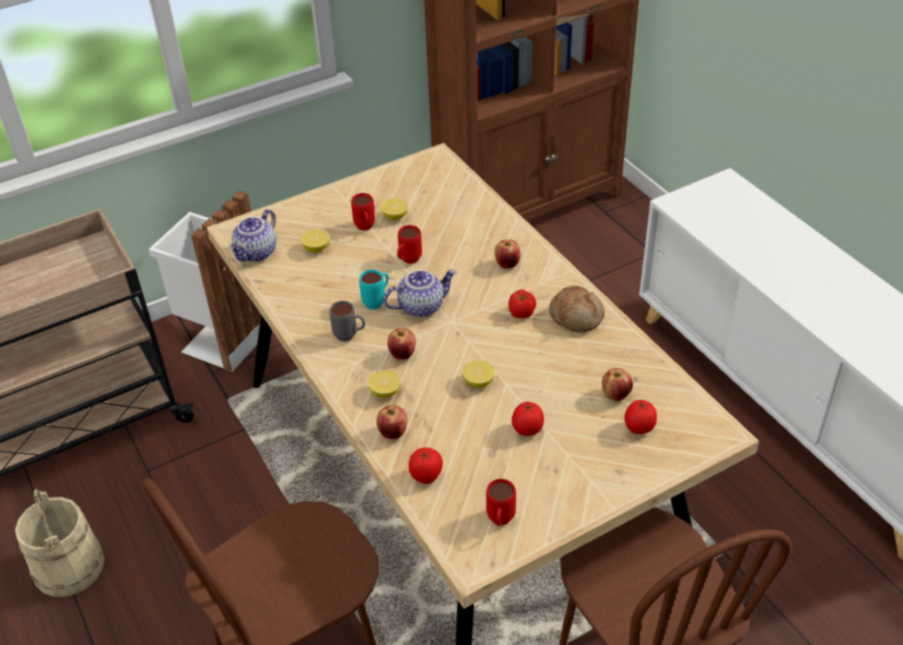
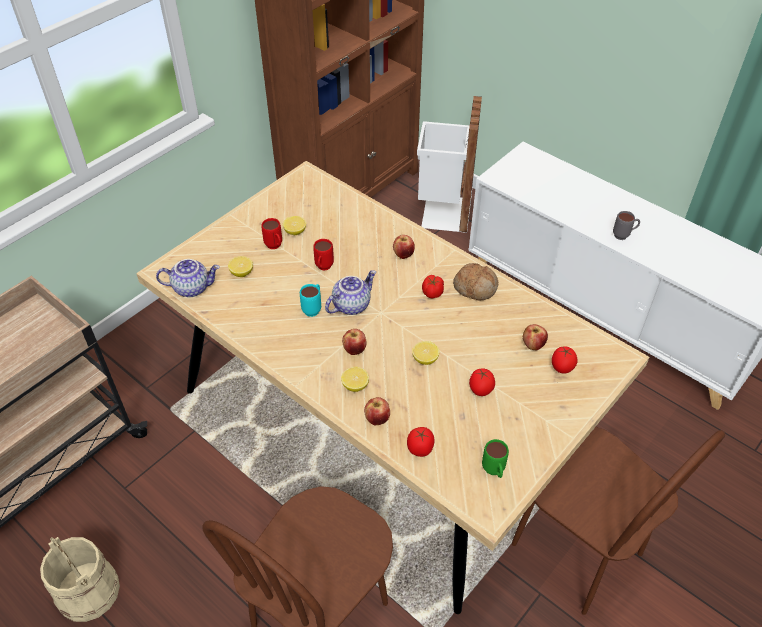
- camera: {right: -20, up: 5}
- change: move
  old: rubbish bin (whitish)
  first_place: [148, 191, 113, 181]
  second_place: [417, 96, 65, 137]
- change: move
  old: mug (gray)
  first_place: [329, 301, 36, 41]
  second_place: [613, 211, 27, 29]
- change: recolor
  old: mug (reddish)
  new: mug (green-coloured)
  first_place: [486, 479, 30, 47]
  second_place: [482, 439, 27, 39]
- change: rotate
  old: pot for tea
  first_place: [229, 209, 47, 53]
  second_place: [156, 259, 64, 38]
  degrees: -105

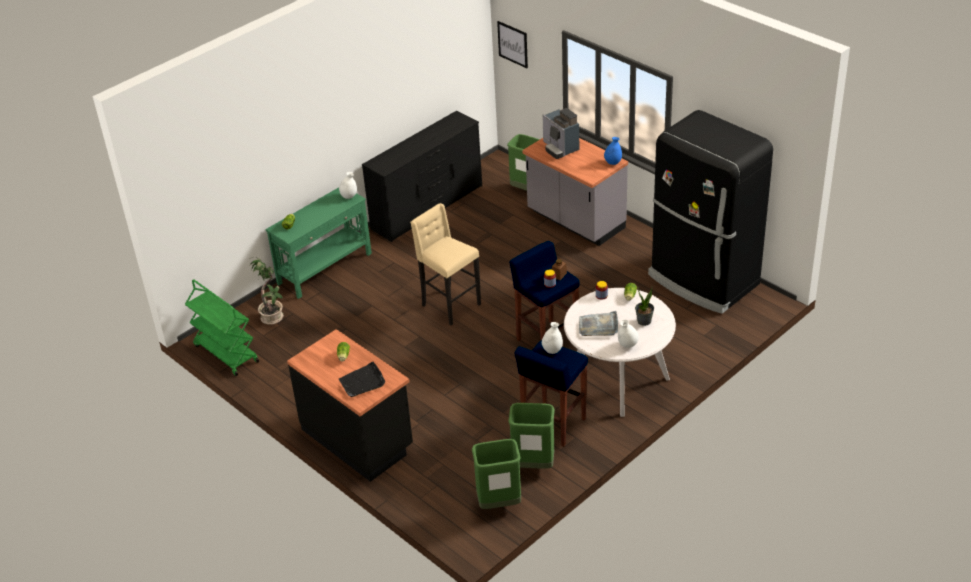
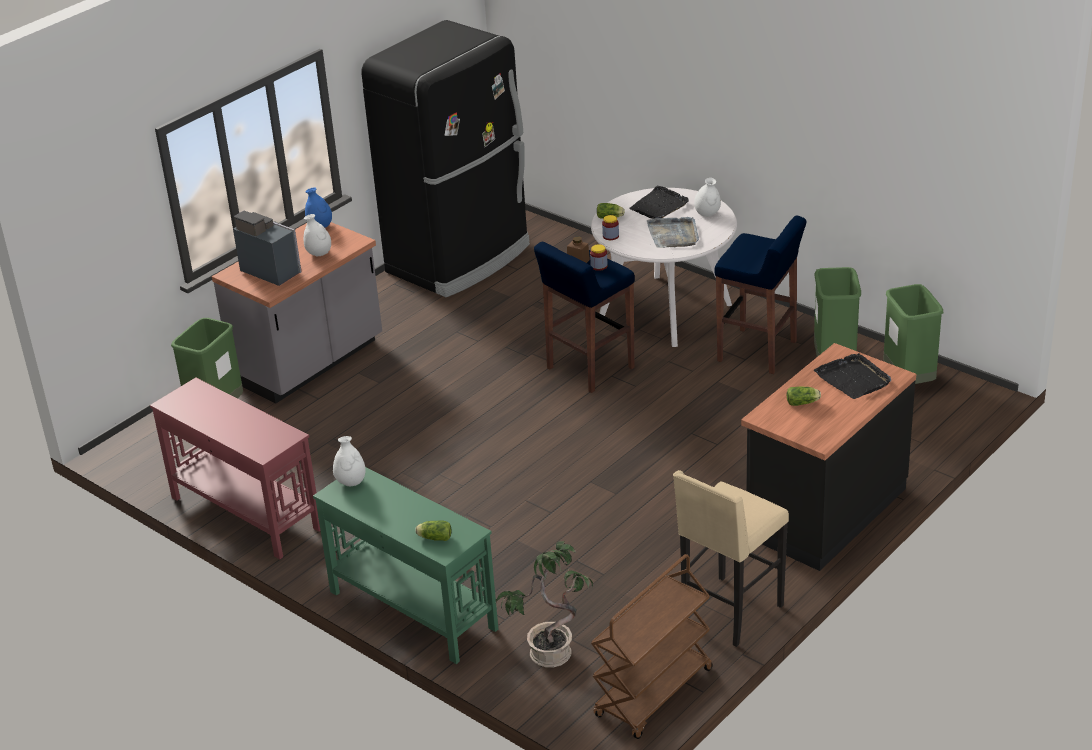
- camera: {right: -95, up: -5}
- change: delete
  old: picture
  first_place: [497, 21, 31, 47]
- change: move
  old: sitting stool (beige)
  first_place: [410, 203, 71, 122]
  second_place: [673, 470, 116, 177]
- change: move
  old: decorative vase (whitish)
  first_place: [542, 322, 21, 32]
  second_place: [304, 214, 27, 42]
- change: replace
  old: drawer chest (black-coloured)
  new: hall table (reddish)
  first_place: [362, 111, 120, 131]
  second_place: [150, 378, 170, 181]
- change: replace
  old: houseplant
  new: tray (black-coloured)
  first_place: [635, 286, 19, 40]
  second_place: [629, 186, 60, 33]
- change: recolor
  old: wheeled cart (green-coloured)
  new: wheeled cart (brown)
  first_place: [185, 279, 74, 97]
  second_place: [591, 554, 122, 185]
- change: rotate
  old: coffee maker
  first_place: [543, 108, 36, 51]
  second_place: [233, 211, 69, 75]
  degrees: -105

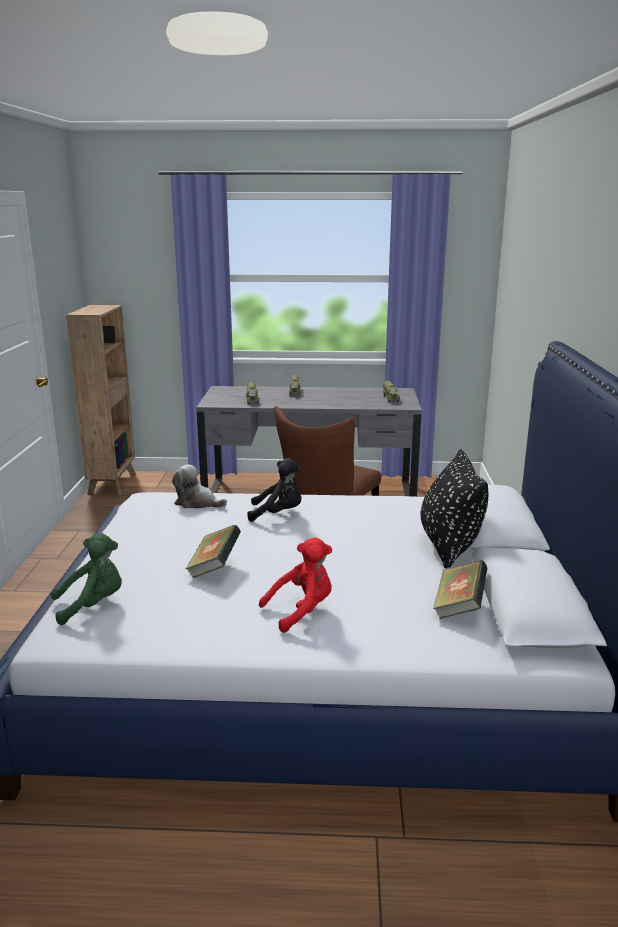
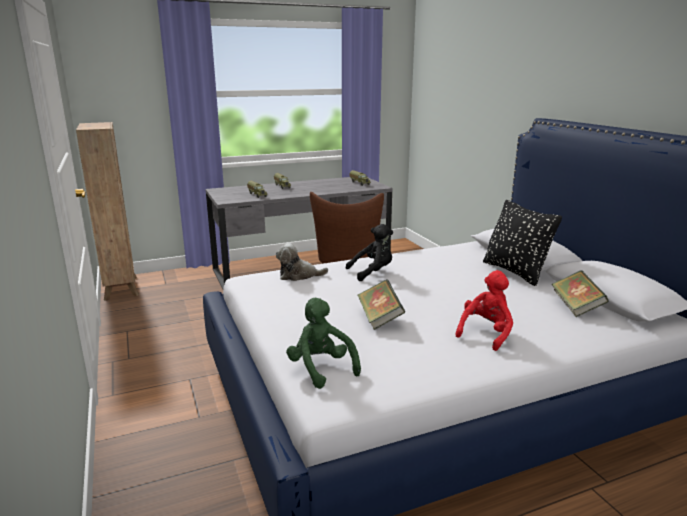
- camera: {right: -25, up: 0}
- change: rotate
  old: plush toy (green-coloured)
  first_place: [51, 533, 71, 92]
  second_place: [286, 298, 75, 91]
  degrees: -75

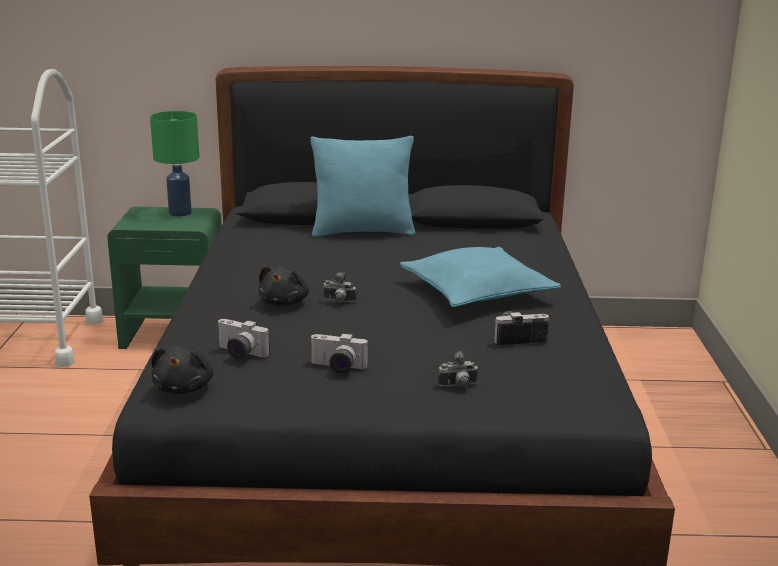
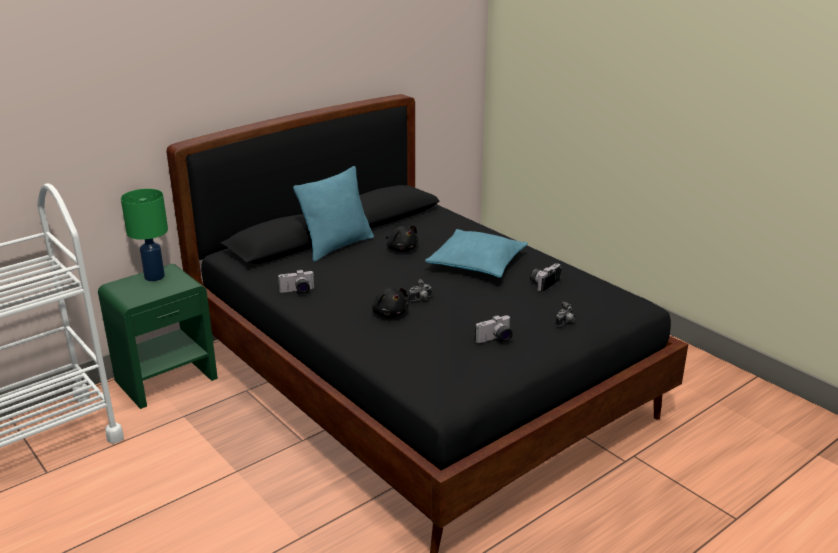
- camera: {right: -40, up: 5}
- change: move
  old: plush toy (black-coloured)
  first_place: [151, 345, 63, 49]
  second_place: [386, 225, 32, 27]
- change: move
  old: photo camera
  first_place: [218, 319, 52, 40]
  second_place: [278, 269, 36, 25]

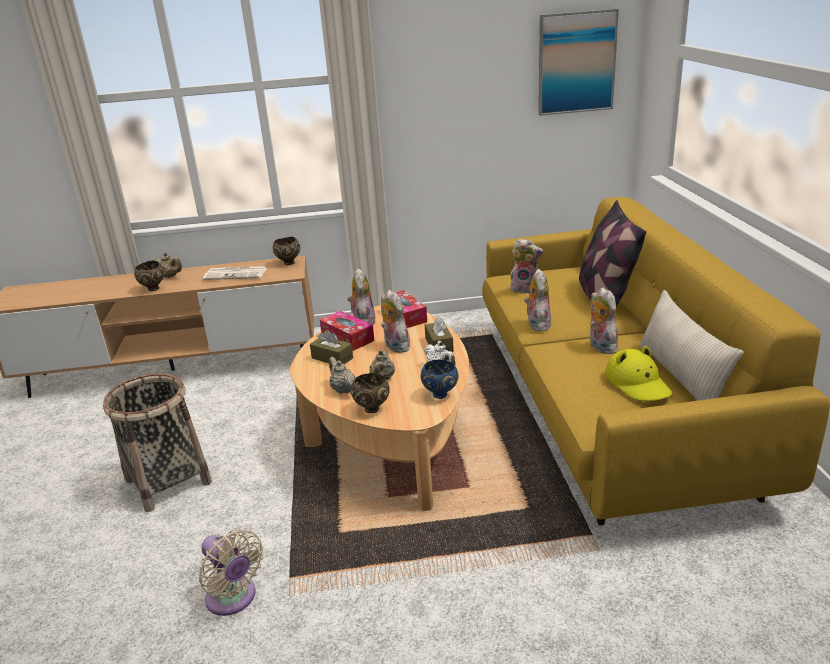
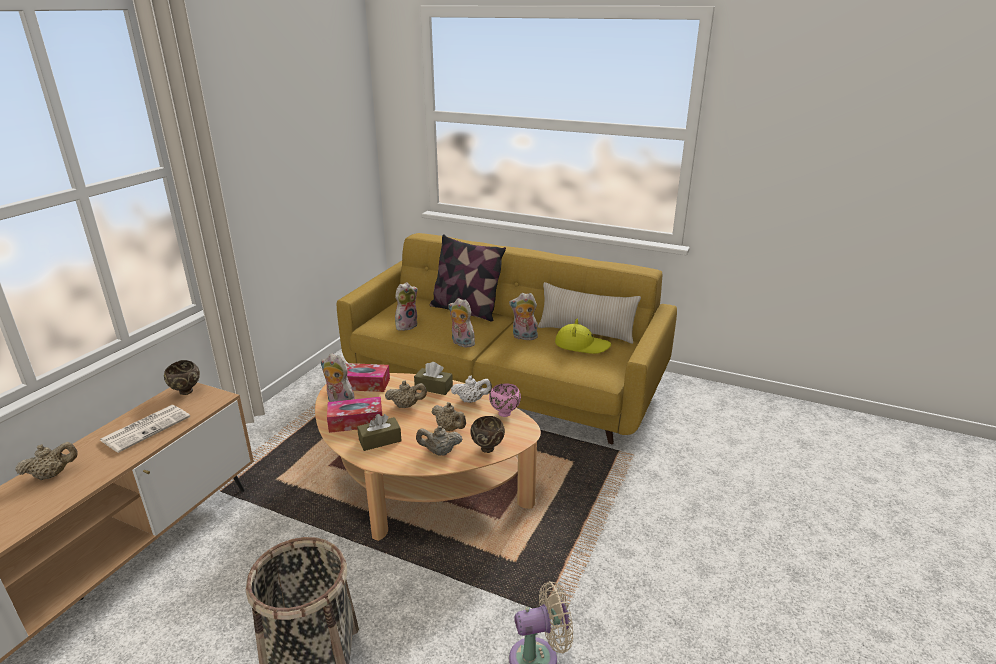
- camera: {right: -60, up: 0}
- change: delete
  old: deep dish (brown)
  first_place: [134, 261, 30, 30]
- change: delete
  old: picture
  first_place: [538, 9, 81, 107]
- change: replace
  old: plush toy
  new: pot for tea (beige)
  first_place: [381, 290, 29, 63]
  second_place: [385, 381, 42, 27]
- change: recolor
  old: deep dish (bluish)
  new: deep dish (pink-coloured)
  first_place: [420, 360, 39, 39]
  second_place: [489, 383, 32, 34]

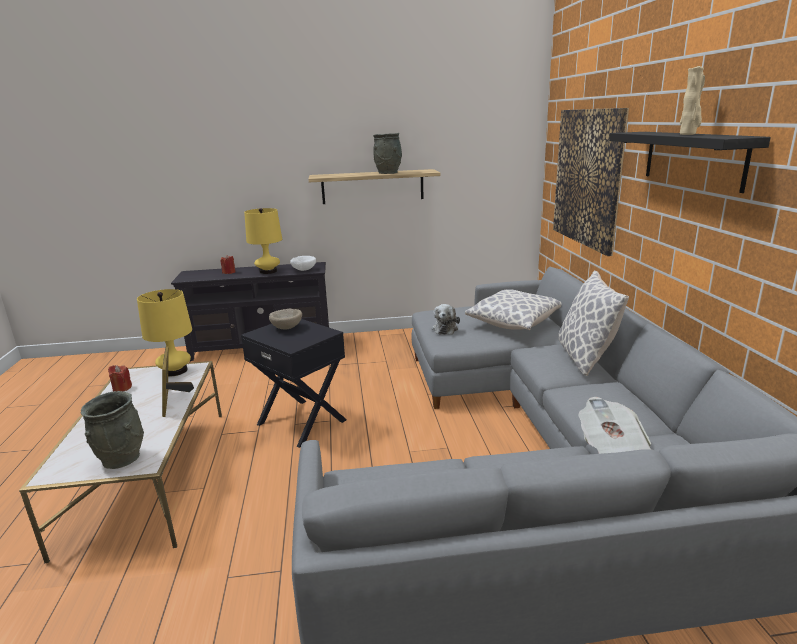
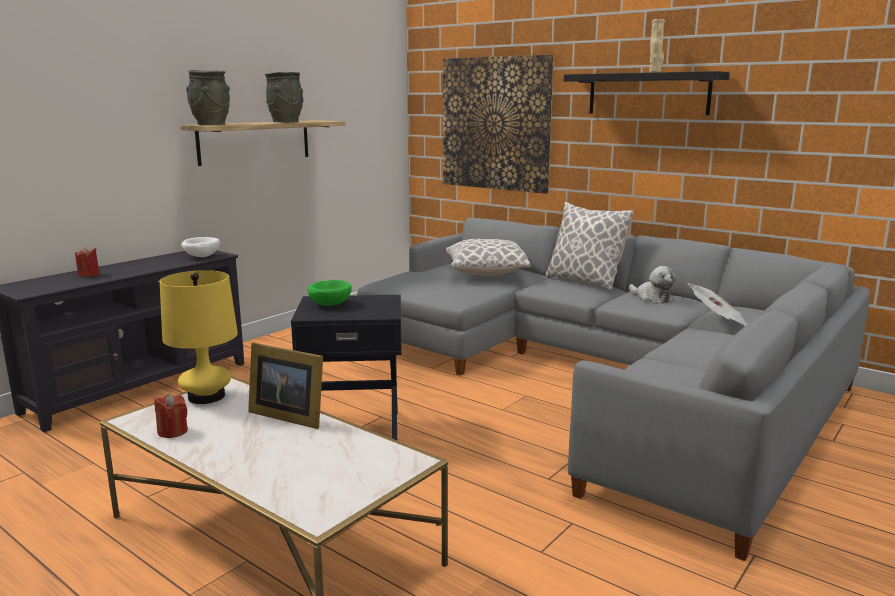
- camera: {right: -45, up: -5}
- change: delete
  old: table lamp (yellow)
  first_place: [244, 208, 38, 66]
- change: move
  old: decorative vase (gray)
  first_place: [81, 391, 63, 78]
  second_place: [186, 70, 44, 55]
- change: move
  old: plush toy
  first_place: [432, 304, 28, 31]
  second_place: [629, 266, 47, 37]
- change: recolor
  old: deep dish (beige)
  new: deep dish (green-coloured)
  first_place: [269, 309, 33, 20]
  second_place: [307, 280, 45, 26]

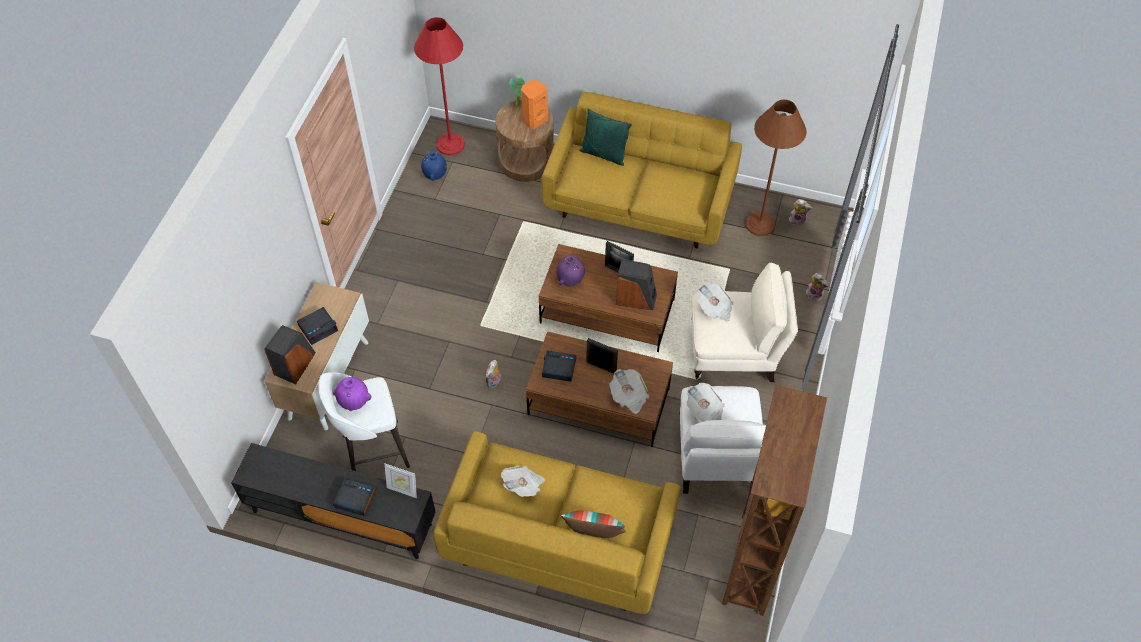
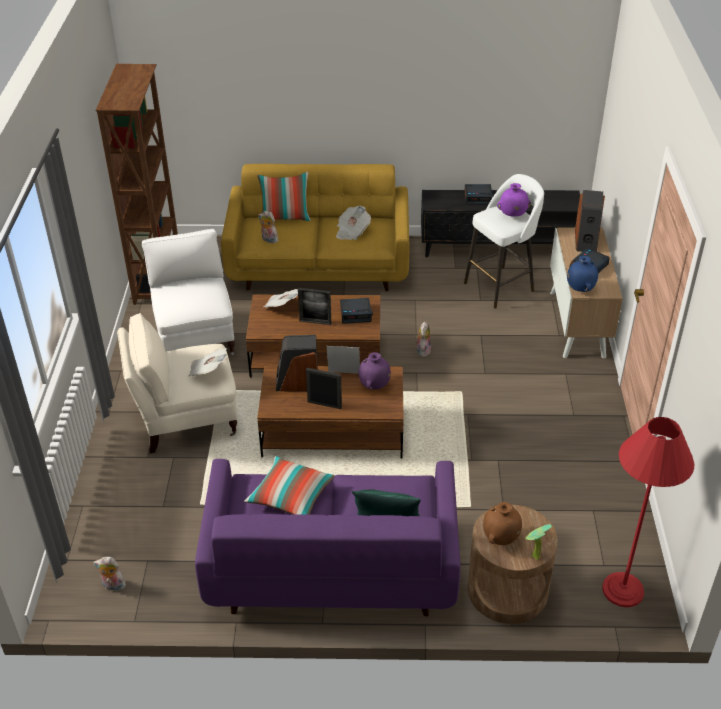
- camera: {right: 165, up: -15}
- change: delete
  old: newspaper
  first_place: [687, 383, 38, 39]
- change: delete
  old: standing lamp (brown)
  first_place: [746, 100, 61, 136]
- change: insert
  new: pillow
  second_place: [244, 456, 91, 59]
- change: move
  old: photo frame
  first_place: [384, 463, 33, 35]
  second_place: [327, 346, 33, 28]
- change: move
  old: decorative vase (bluish)
  first_place: [421, 151, 26, 29]
  second_place: [567, 256, 31, 36]
- change: move
  old: plush toy
  first_place: [806, 273, 22, 28]
  second_place: [258, 211, 20, 33]
- change: replace
  old: audio speaker (orange)
  new: decorative vase (brown)
  first_place: [521, 80, 27, 49]
  second_place: [483, 502, 39, 43]
- change: recolor
  old: settee (yellow)
  new: settee (purplish)
  first_place: [542, 92, 200, 156]
  second_place: [195, 459, 265, 157]

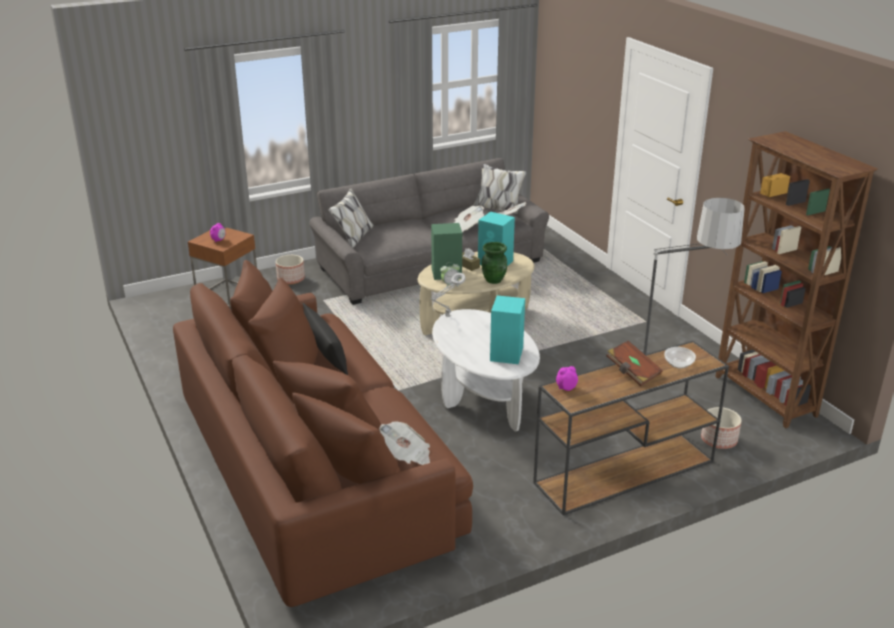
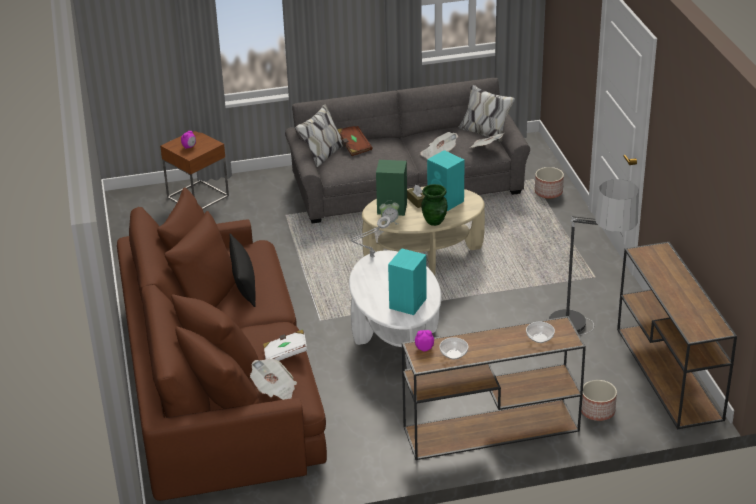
- camera: {right: 15, up: 5}
- change: insert
  new: book (whitish)
  second_place: [263, 329, 45, 32]
- change: insert
  new: deep dish
  second_place: [439, 337, 29, 22]
- change: move
  old: plant pot
  first_place: [276, 255, 29, 29]
  second_place: [535, 167, 29, 32]
- change: move
  old: book (brown)
  first_place: [606, 341, 57, 45]
  second_place: [337, 126, 36, 30]
- change: replace
  old: shelving unit (brown)
  new: hall table (brown)
  first_place: [715, 131, 163, 297]
  second_place: [617, 242, 120, 187]

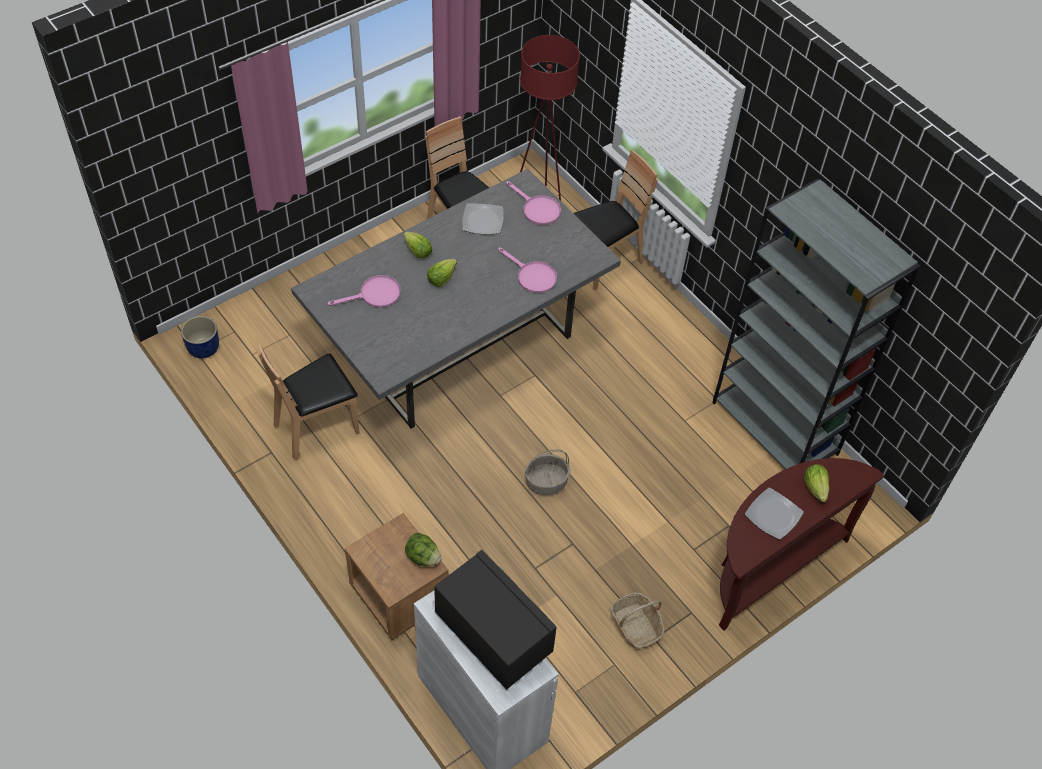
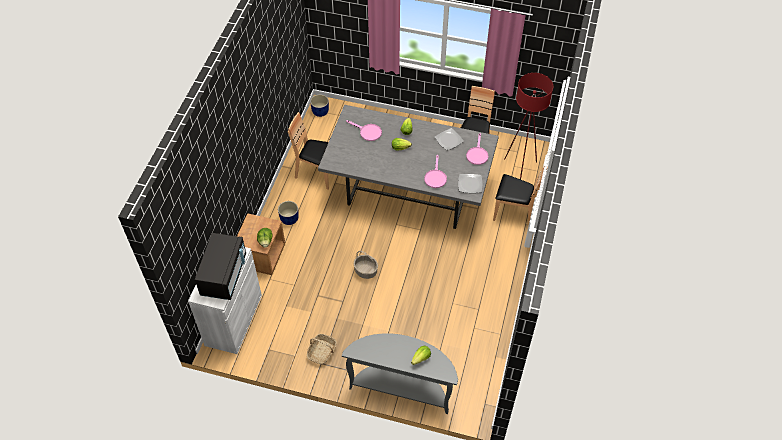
- camera: {right: 55, up: 0}
- change: delete
  old: shelving unit (gray)
  first_place: [712, 178, 208, 291]
- change: insert
  new: plant pot (bluish)
  second_place: [278, 201, 21, 24]
- change: move
  old: plate
  first_place: [745, 487, 59, 53]
  second_place: [458, 174, 24, 19]
- change: recolor
  old: hall table (brown)
  new: hall table (gray)
  first_place: [719, 458, 166, 173]
  second_place: [342, 334, 116, 80]

